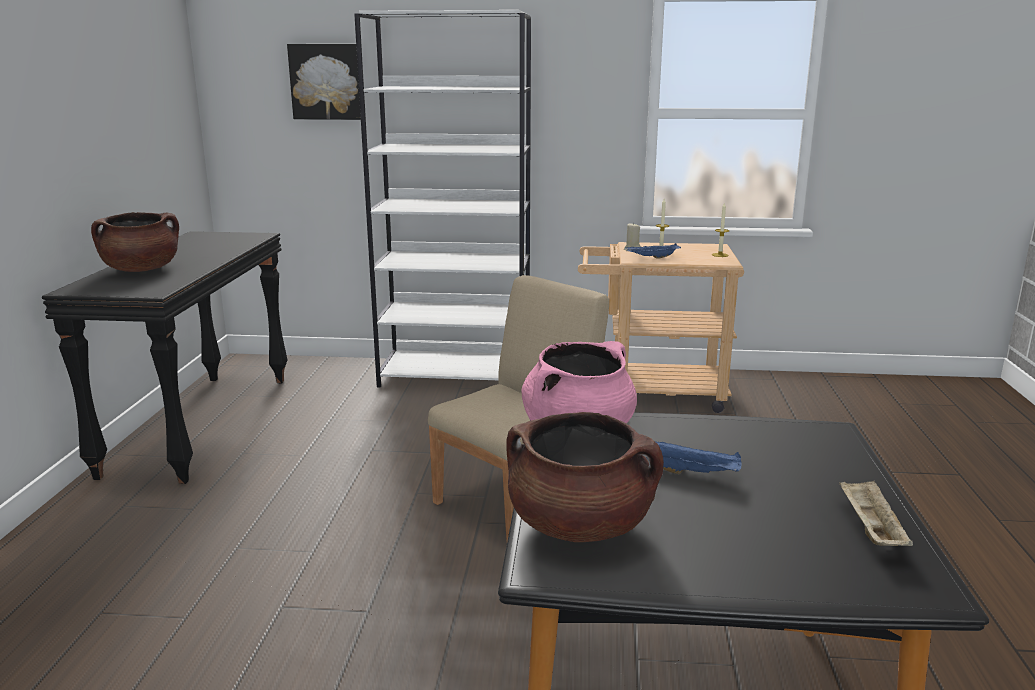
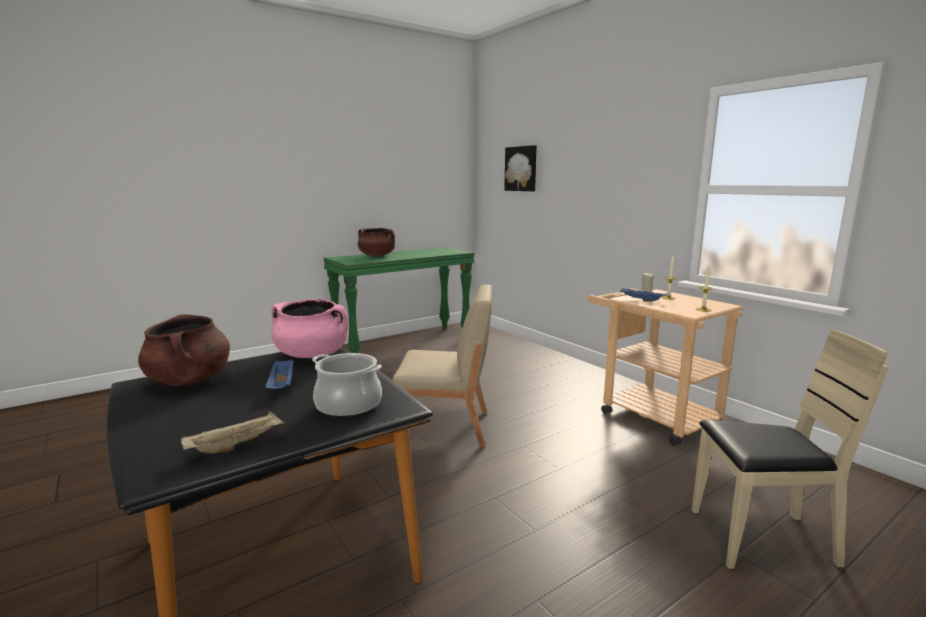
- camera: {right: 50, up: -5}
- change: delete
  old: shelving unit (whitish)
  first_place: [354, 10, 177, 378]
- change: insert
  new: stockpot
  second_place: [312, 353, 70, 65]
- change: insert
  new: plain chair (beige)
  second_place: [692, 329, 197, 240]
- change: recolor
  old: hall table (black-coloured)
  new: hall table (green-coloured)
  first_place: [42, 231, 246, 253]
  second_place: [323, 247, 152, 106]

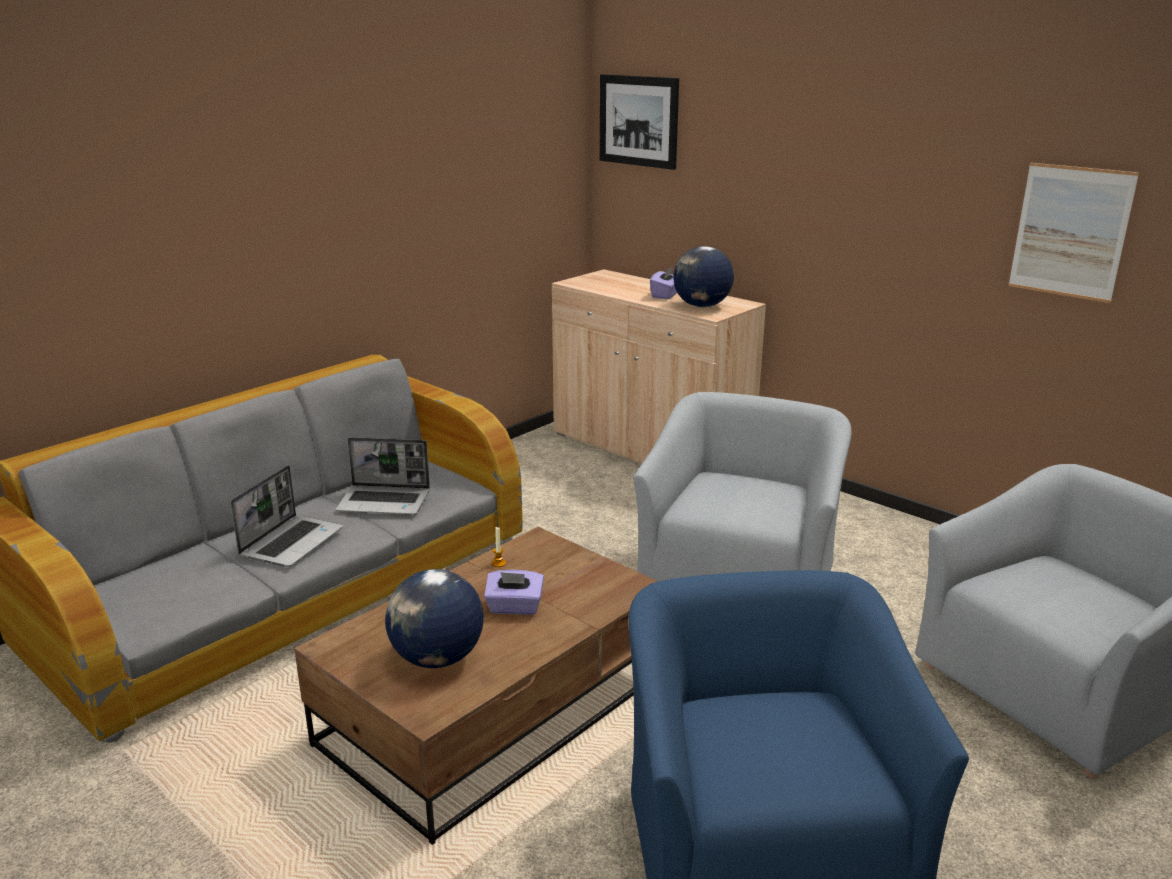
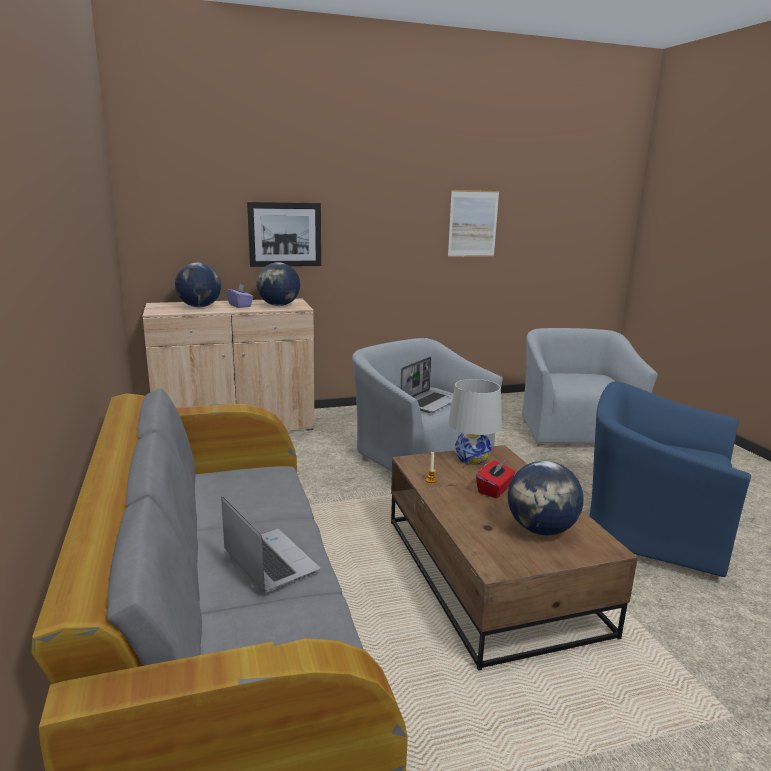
- camera: {right: -60, up: -5}
- change: insert
  new: world globe
  second_place: [175, 263, 46, 44]
- change: insert
  new: table lamp (whitish)
  second_place: [448, 379, 54, 86]
- change: move
  old: laptop
  first_place: [336, 437, 94, 77]
  second_place: [400, 357, 53, 56]
- change: move
  old: picture
  first_place: [600, 74, 79, 96]
  second_place: [247, 202, 74, 65]
- change: recolor
  old: tissue holder (purplish)
  new: tissue holder (reddish)
  first_place: [484, 570, 60, 45]
  second_place: [476, 460, 39, 38]

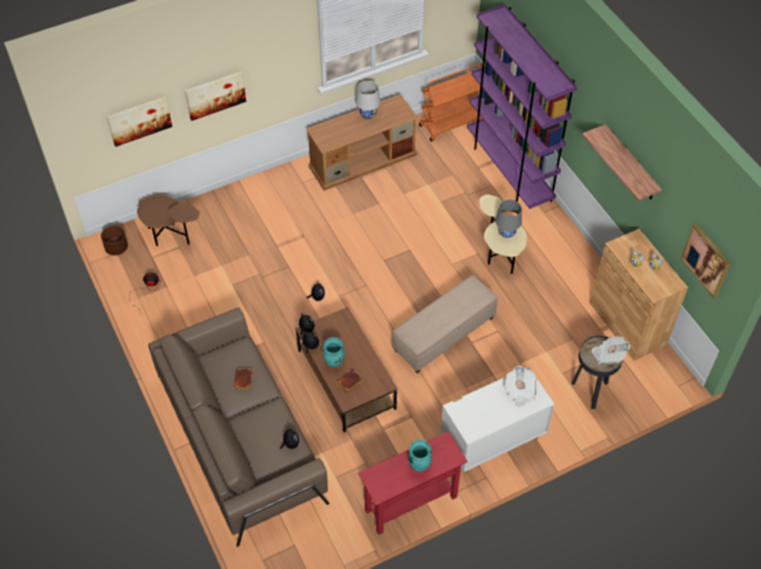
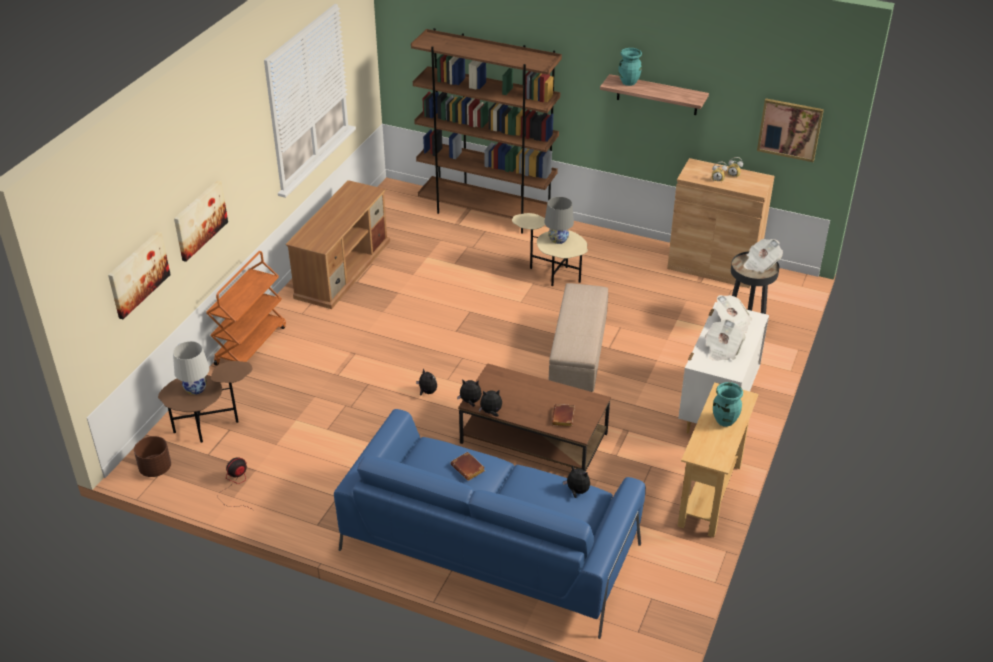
- camera: {right: -40, up: -15}
- change: insert
  new: newspaper
  second_place: [705, 319, 40, 42]
- change: move
  old: decorative vase (turquoise)
  first_place: [323, 337, 22, 31]
  second_place: [619, 48, 23, 38]
- change: move
  old: table lamp (whitish)
  first_place: [356, 81, 25, 38]
  second_place: [173, 341, 37, 54]
- change: move
  old: wheeled cart (orange)
  first_place: [419, 63, 63, 79]
  second_place: [206, 251, 80, 115]
- change: recolor
  old: settee (brown)
  new: settee (bluish)
  first_place: [148, 307, 182, 240]
  second_place: [334, 409, 312, 230]
- change: recolor
  old: hall table (reddish)
  new: hall table (beige)
  first_place: [358, 431, 110, 104]
  second_place: [677, 382, 82, 156]
- change: recolor
  old: shelving unit (purplish)
  new: shelving unit (brown)
  first_place: [467, 4, 110, 205]
  second_place: [411, 28, 151, 206]

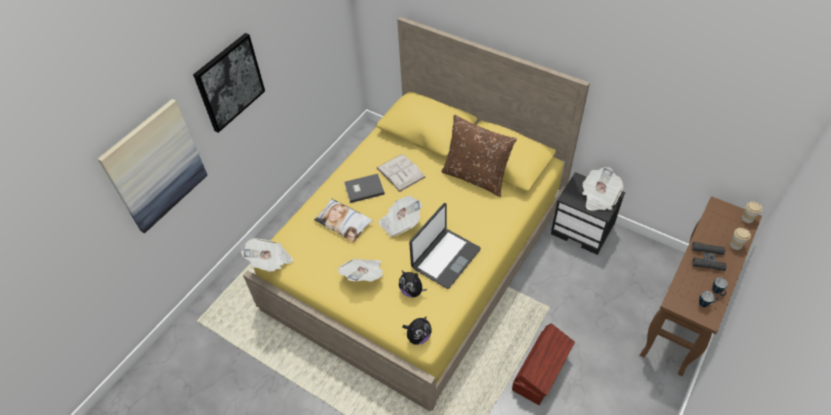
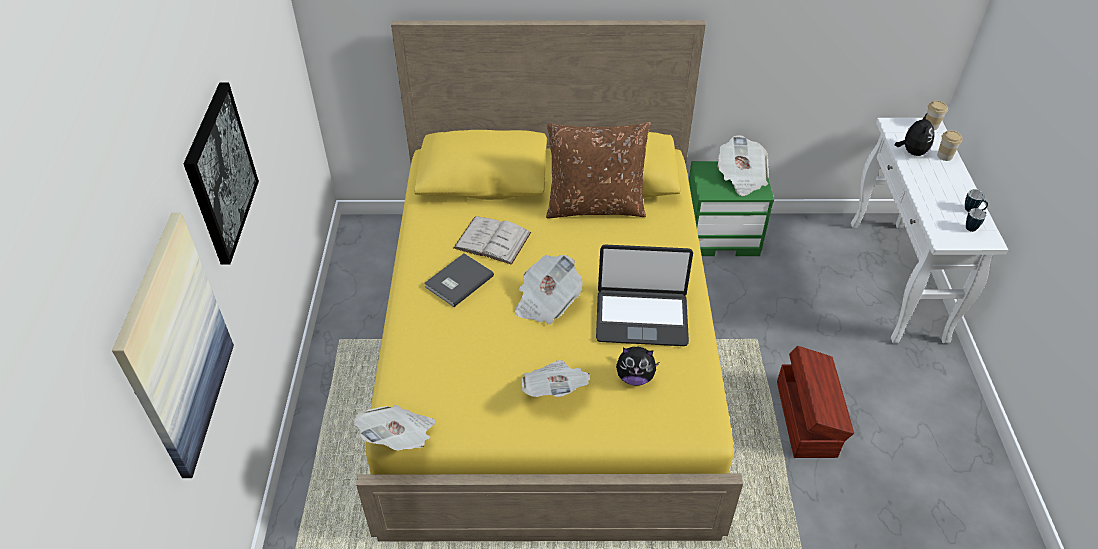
- camera: {right: -35, up: -5}
- change: delete
  old: pillow
  first_place: [314, 198, 59, 44]
- change: delete
  old: pair of binoculars (black-coloured)
  first_place: [692, 242, 35, 29]
- change: move
  old: plush toy
  first_place: [402, 316, 30, 29]
  second_place: [894, 112, 41, 44]
- change: recolor
  old: night table (black-coloured)
  new: night table (green-coloured)
  first_place: [551, 172, 74, 83]
  second_place: [689, 161, 85, 95]
- change: recolor
  old: hall table (brown)
  new: hall table (whitish)
  first_place: [640, 196, 122, 180]
  second_place: [851, 118, 157, 225]
- change: rotate
  old: laptop
  first_place: [409, 203, 72, 86]
  second_place: [596, 245, 97, 101]
  degrees: 90

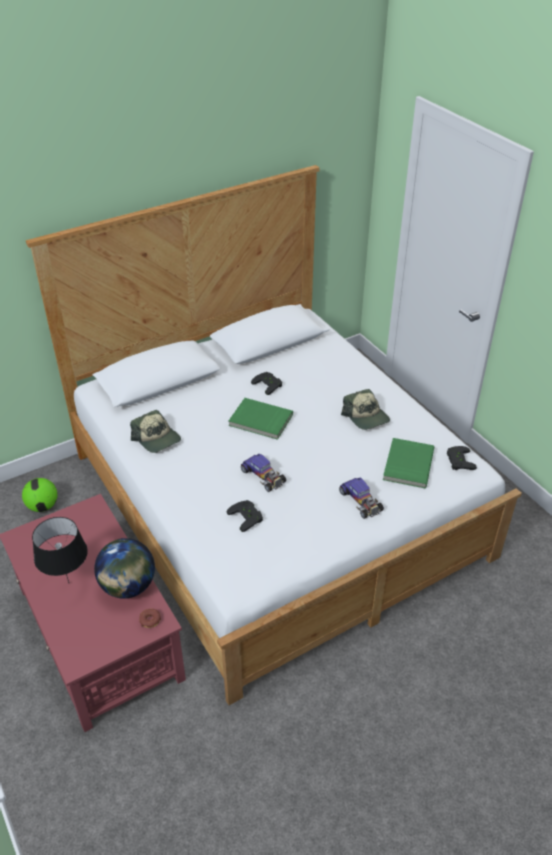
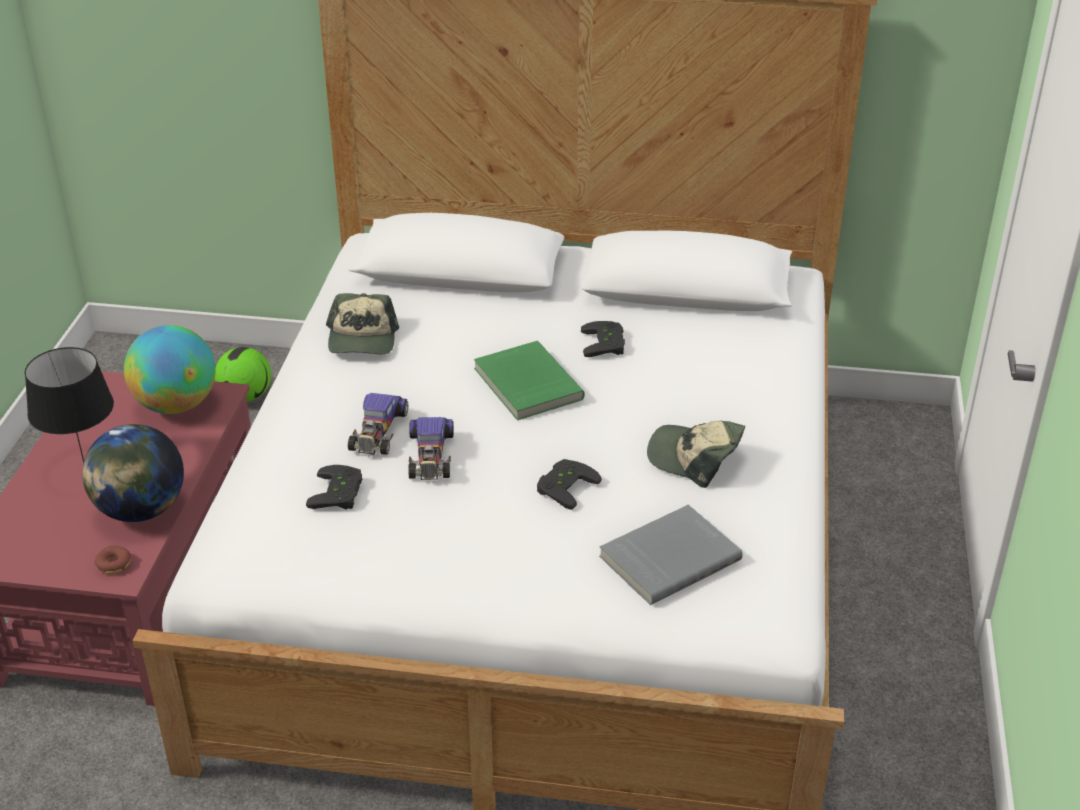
- camera: {right: 40, up: -5}
- change: insert
  new: world globe
  second_place: [124, 325, 92, 89]
- change: move
  old: model car
  first_place: [339, 478, 45, 41]
  second_place: [348, 393, 60, 62]
- change: move
  old: gamepad (black-coloured)
  first_place: [447, 446, 30, 24]
  second_place: [537, 459, 65, 51]
- change: recolor
  old: book (green-coloured)
  new: book (gray)
  first_place: [383, 438, 51, 50]
  second_place: [599, 505, 143, 100]
- change: rotate
  old: cap
  first_place: [341, 389, 49, 41]
  second_place: [647, 421, 98, 67]
  degrees: 105

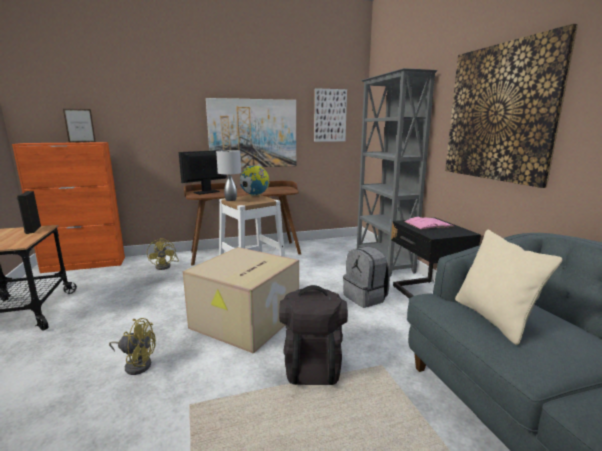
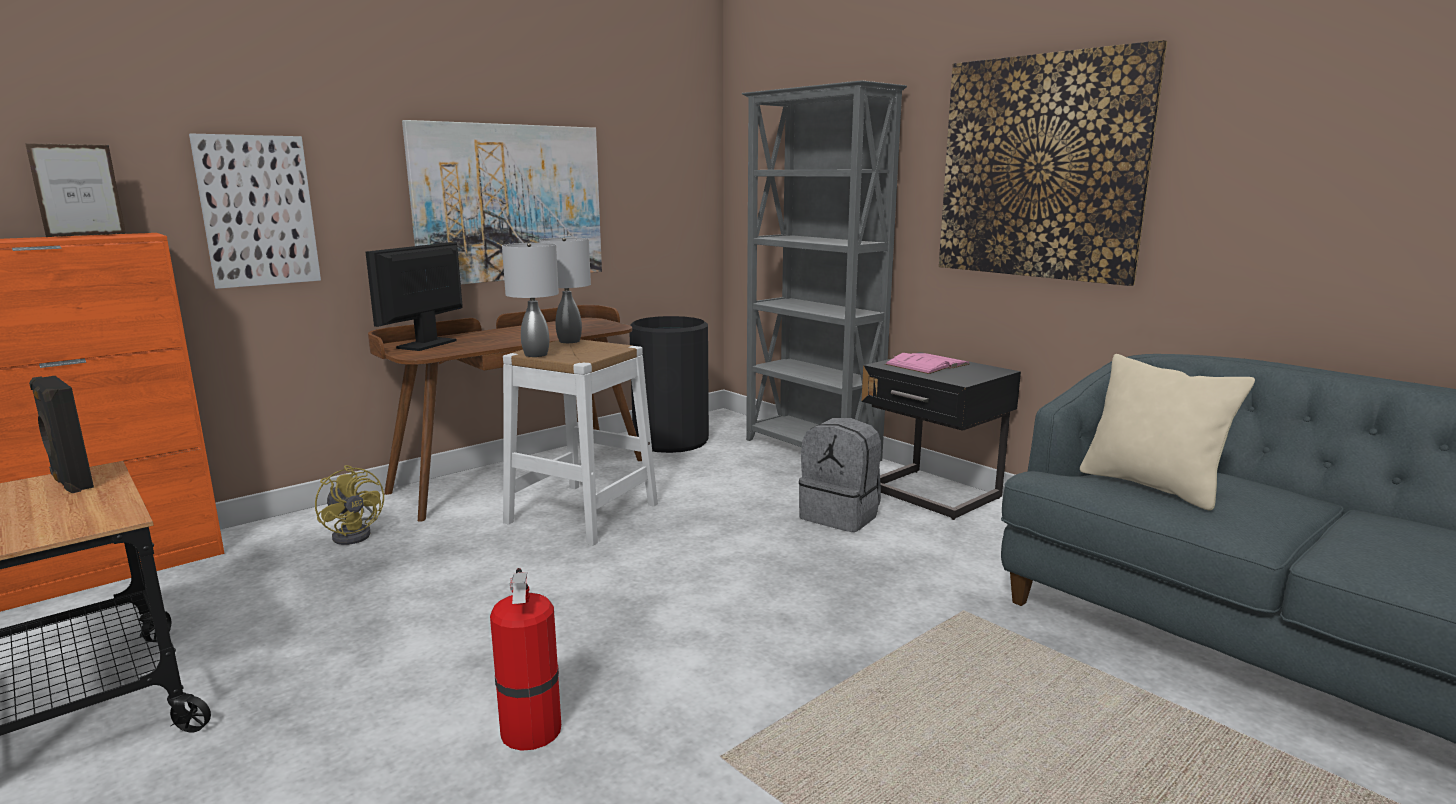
- camera: {right: -25, up: 0}
- change: delete
  old: carton
  first_place: [183, 247, 116, 107]
- change: delete
  old: rucksack (black-coloured)
  first_place: [279, 285, 69, 100]
- change: insert
  new: rubbish bin (black-coloured)
  second_place: [630, 316, 79, 137]
- change: move
  old: picture
  first_place: [314, 88, 33, 54]
  second_place: [189, 133, 132, 156]
- change: replace
  old: cooling fan (yellow)
  new: fire-fighting cylinder
  first_place: [109, 318, 47, 57]
  second_place: [490, 568, 71, 183]
- change: replace
  old: world globe
  new: table lamp (gray)
  first_place: [240, 166, 29, 30]
  second_place: [539, 237, 52, 106]

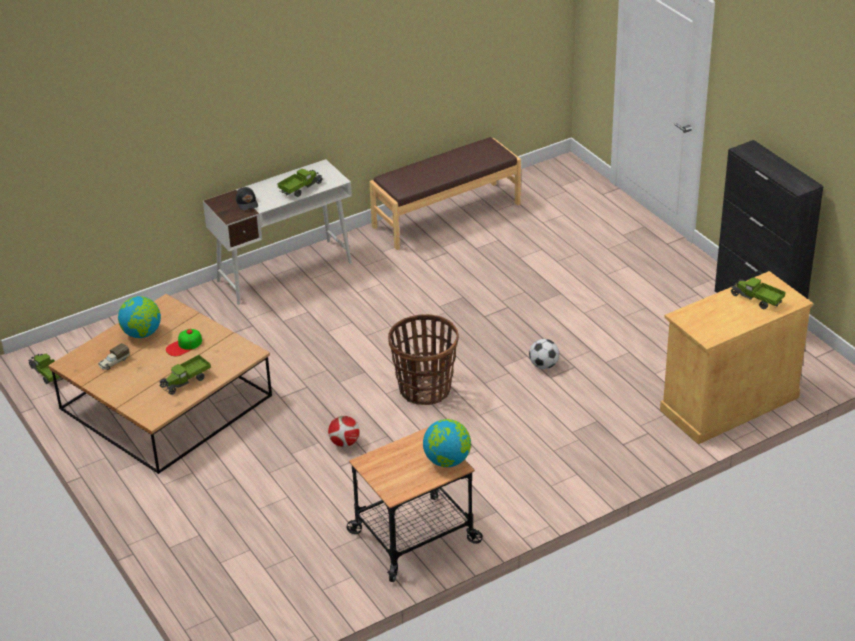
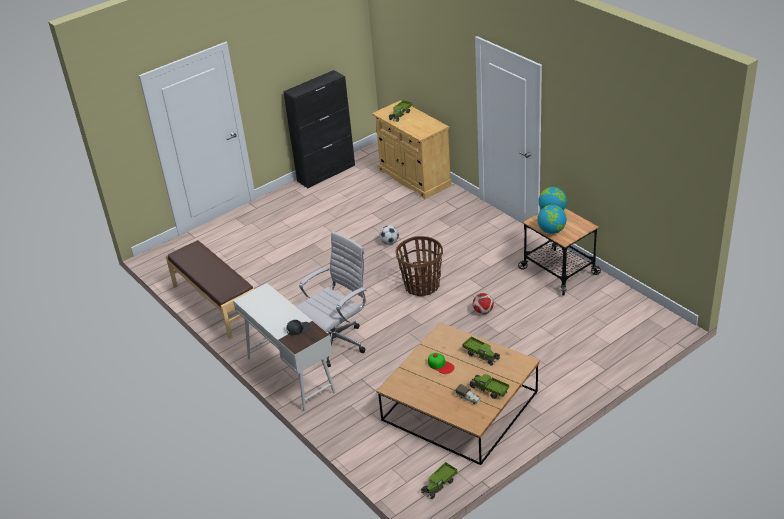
- camera: {right: -95, up: 0}
- change: insert
  new: desk chair (whitish)
  second_place: [296, 231, 70, 136]
- change: move
  old: world globe
  first_place: [118, 296, 43, 42]
  second_place: [537, 205, 30, 29]
- change: move
  old: toy lorry
  first_place: [277, 169, 46, 28]
  second_place: [470, 374, 39, 25]

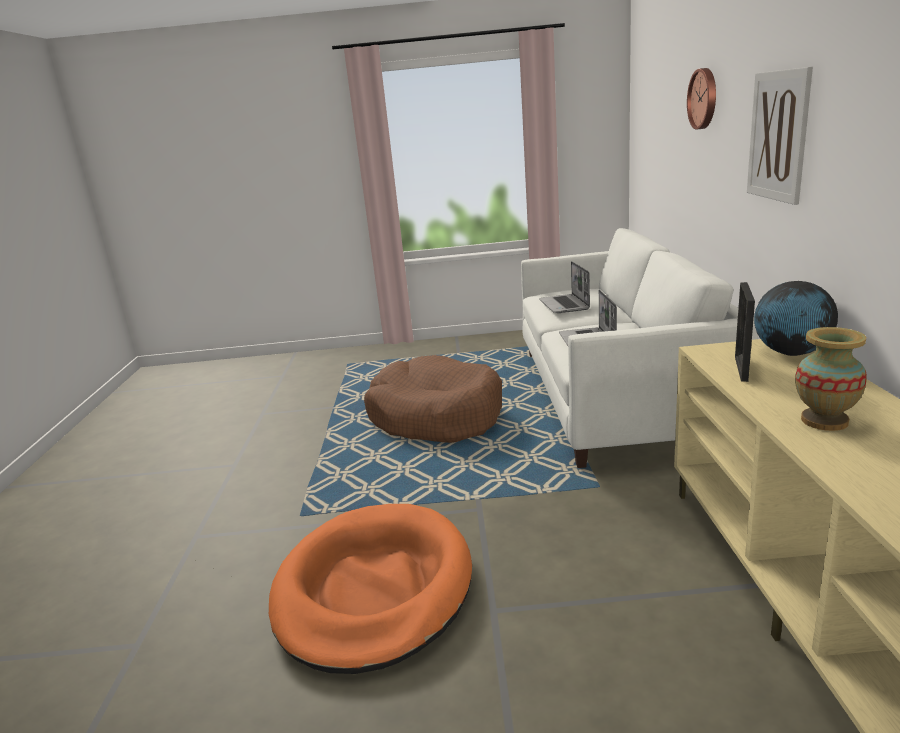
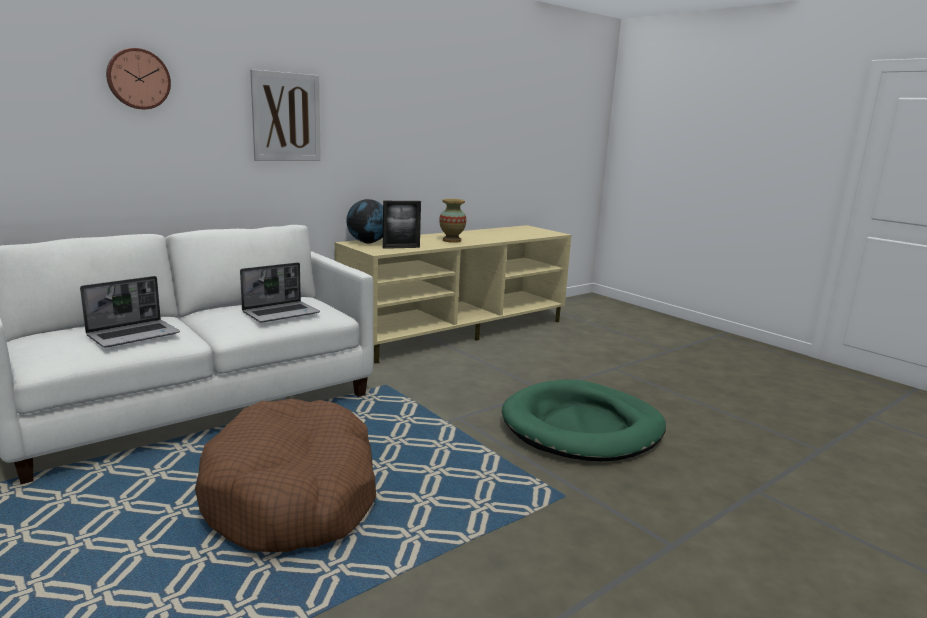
- camera: {right: -130, up: -5}
- change: recolor
  old: dog cushion (orange)
  new: dog cushion (green-coloured)
  first_place: [269, 504, 203, 170]
  second_place: [502, 380, 164, 82]

